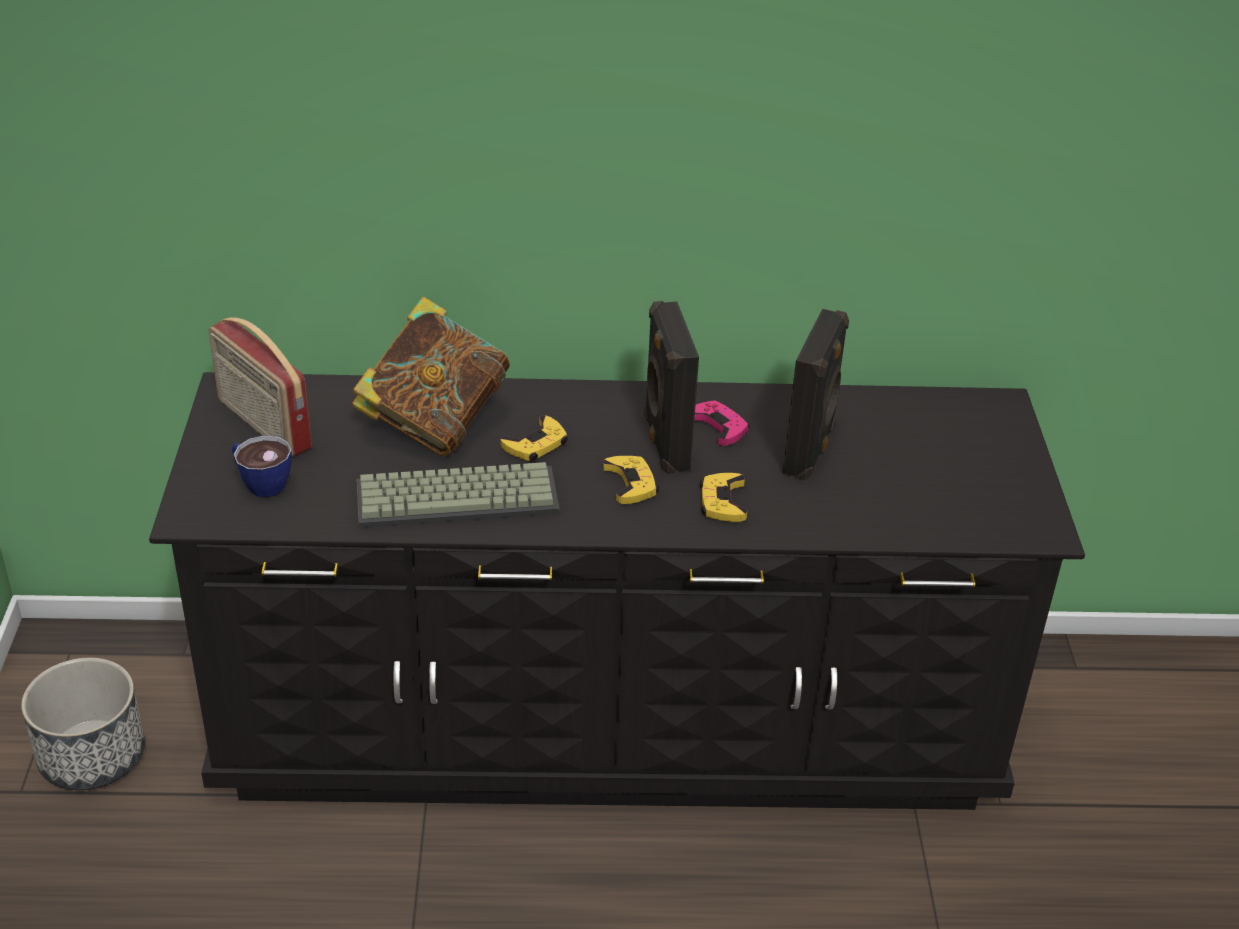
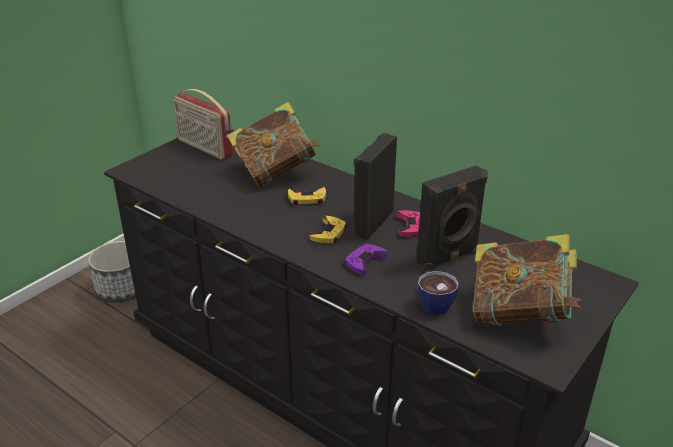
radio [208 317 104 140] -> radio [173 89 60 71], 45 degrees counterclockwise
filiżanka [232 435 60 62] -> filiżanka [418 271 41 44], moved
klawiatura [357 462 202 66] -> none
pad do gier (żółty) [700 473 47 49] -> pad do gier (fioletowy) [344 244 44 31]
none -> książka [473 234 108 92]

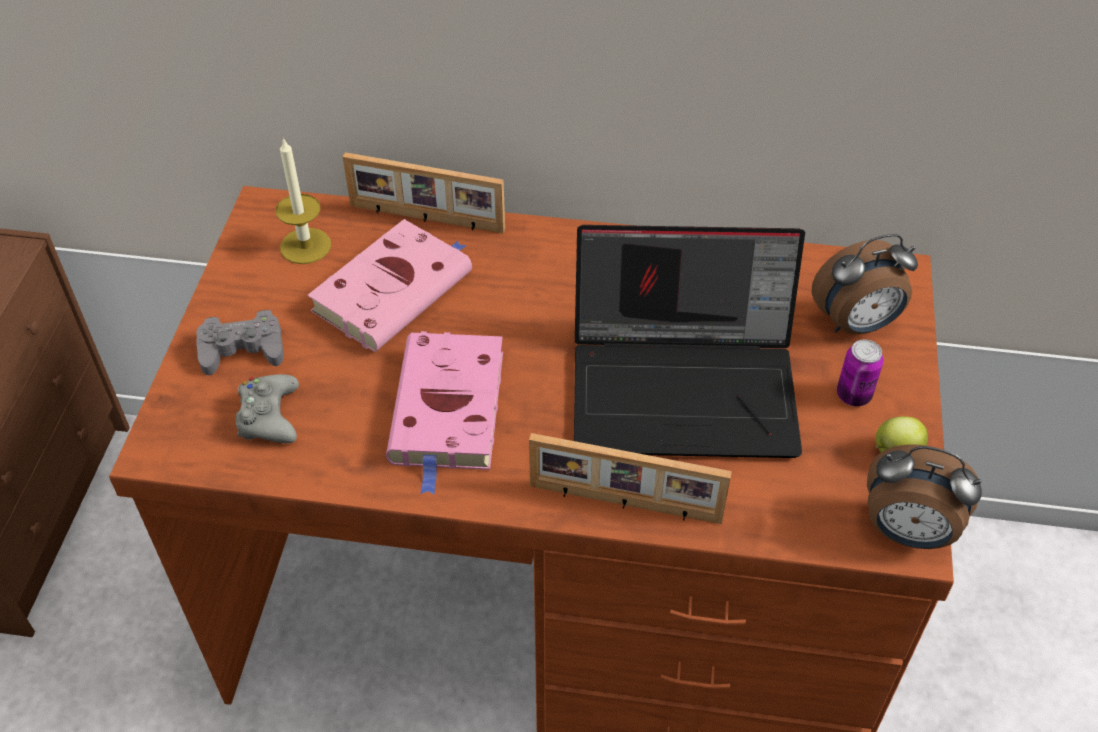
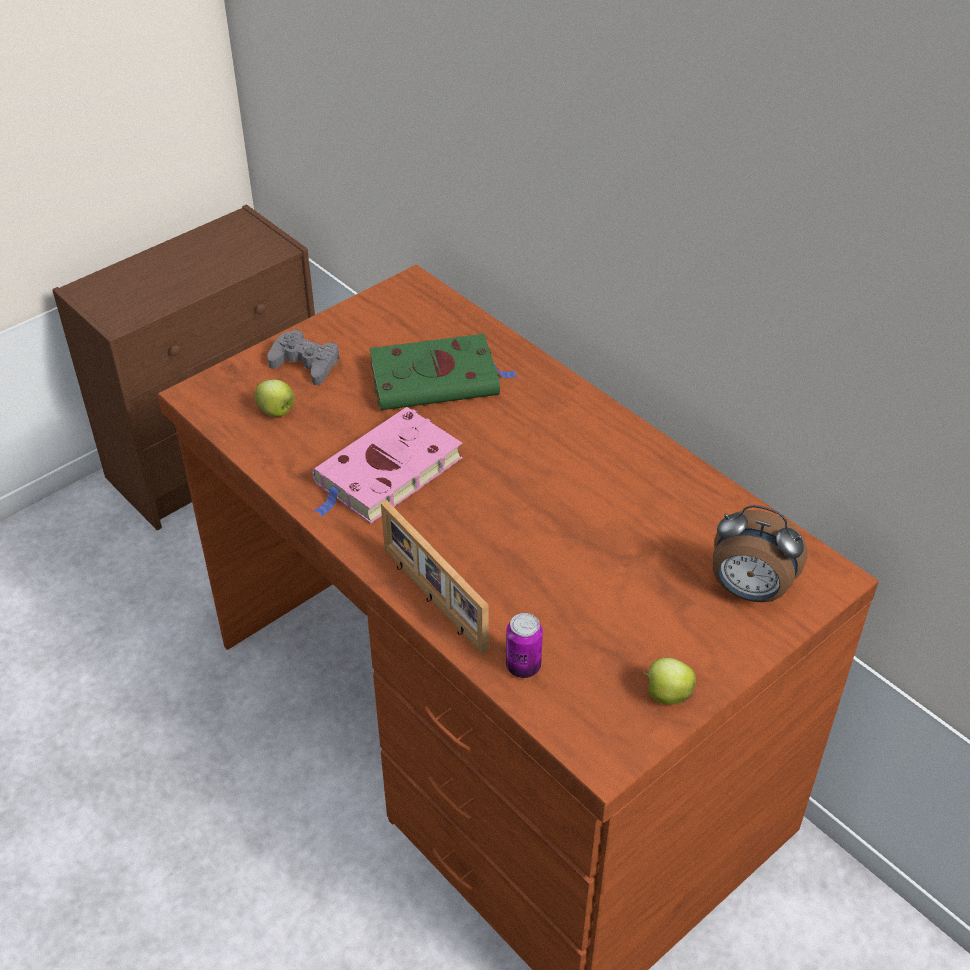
pad do gier (szary) [236 374 63 69] -> jabłko [254 380 40 37]
świeca [276 137 55 127] -> none
książka (różowy) [308 219 164 133] -> książka (zielony) [369 334 148 76]
ramka na zdjęcie [343 152 162 81] -> none
laptop [574 225 231 233] -> none
puszka [837 340 47 66] -> puszka [506 613 37 65], moved
budzik [867 444 115 105] -> none

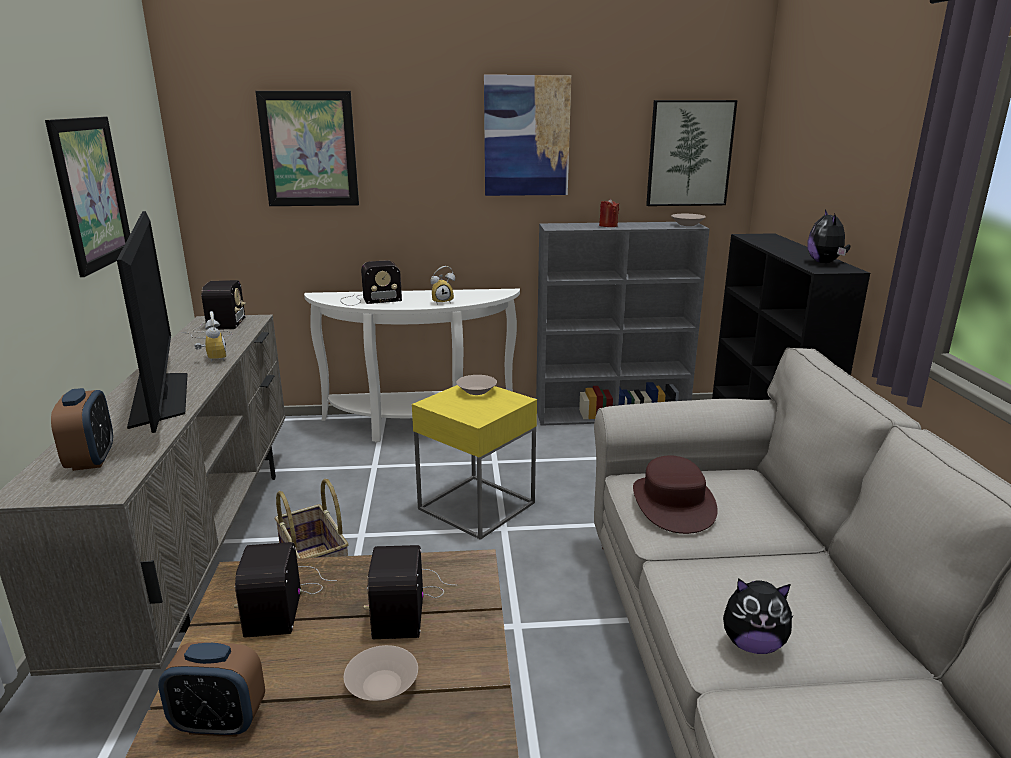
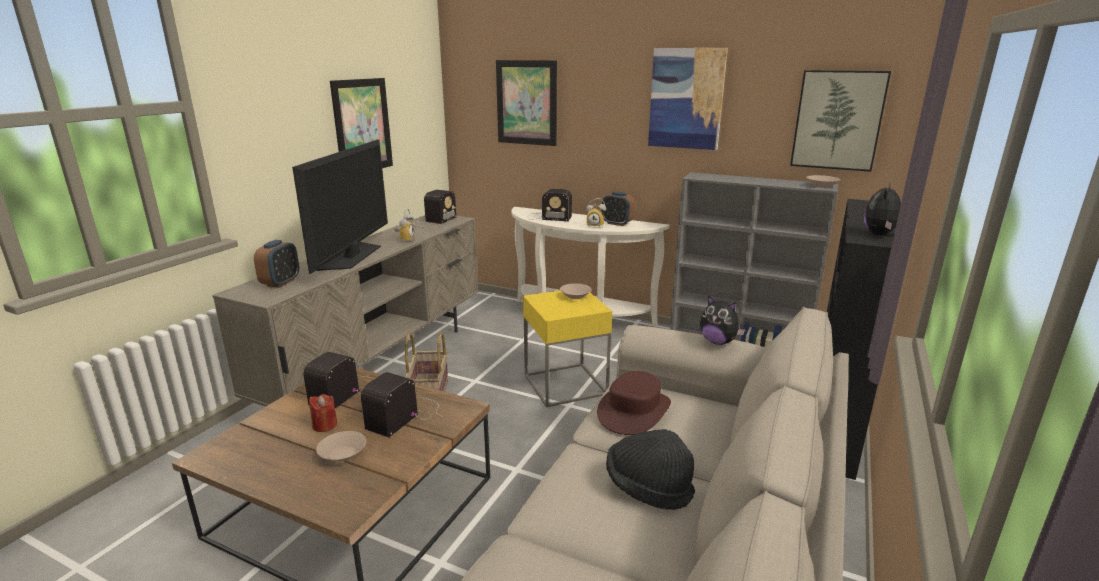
budzik [158 642 107 95] -> budzik [602 192 33 34], moved
świeca (czerwony) [599 198 20 29] -> świeca (czerwony) [309 394 28 38], moved
pluszak [723 578 70 76] -> pluszak [700 295 45 50], moved
none -> kapelusz (czarny) [606 429 89 81]

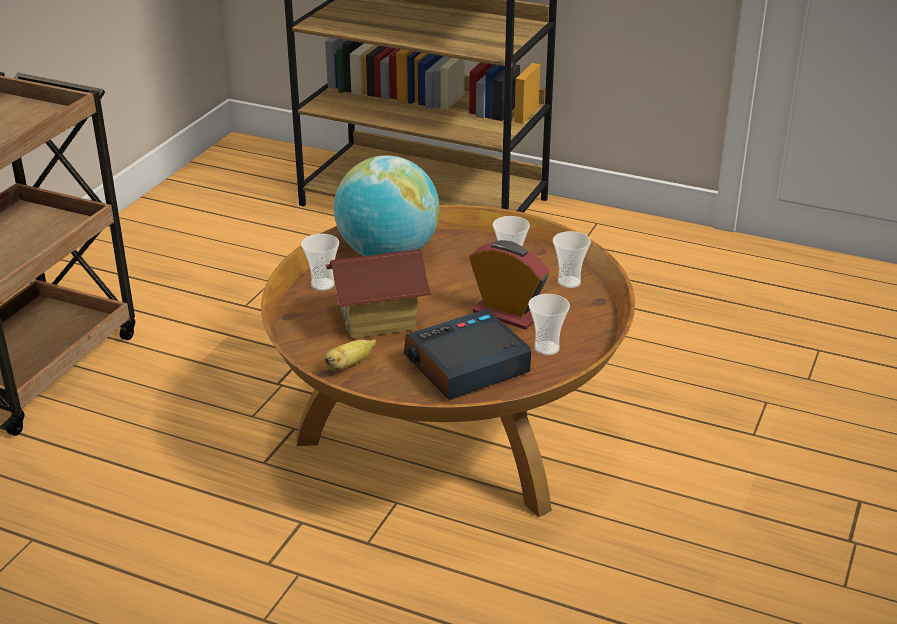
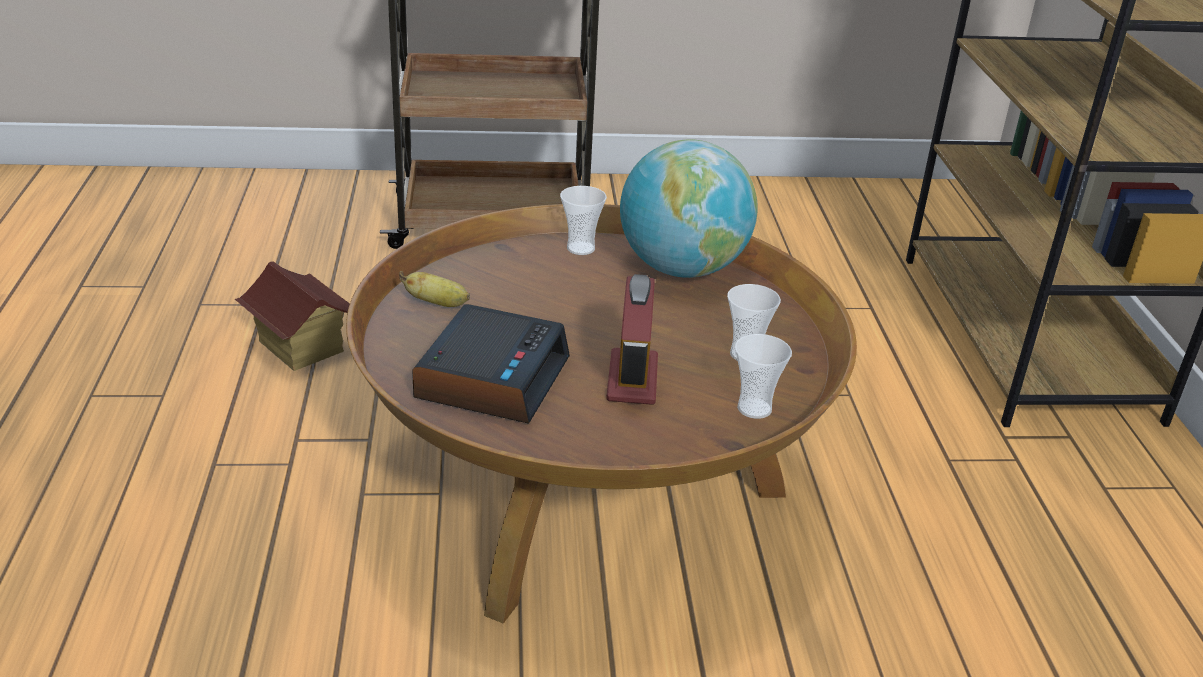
domek [326 249 105 90] -> domek [235 261 115 110], moved
budzik [404 309 127 91] -> budzik [412 304 158 119], 75 degrees clockwise
filiżanka [528 294 42 61] -> none

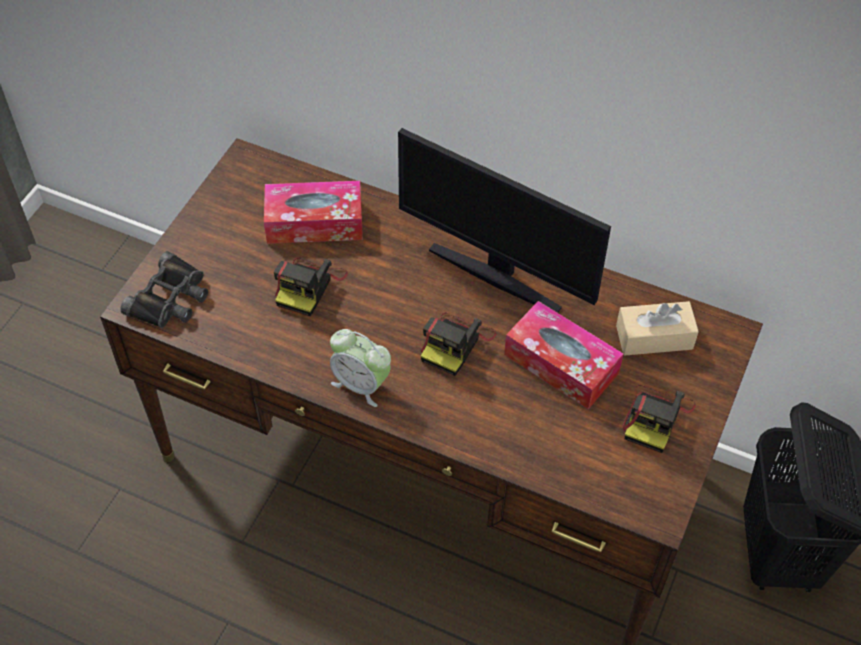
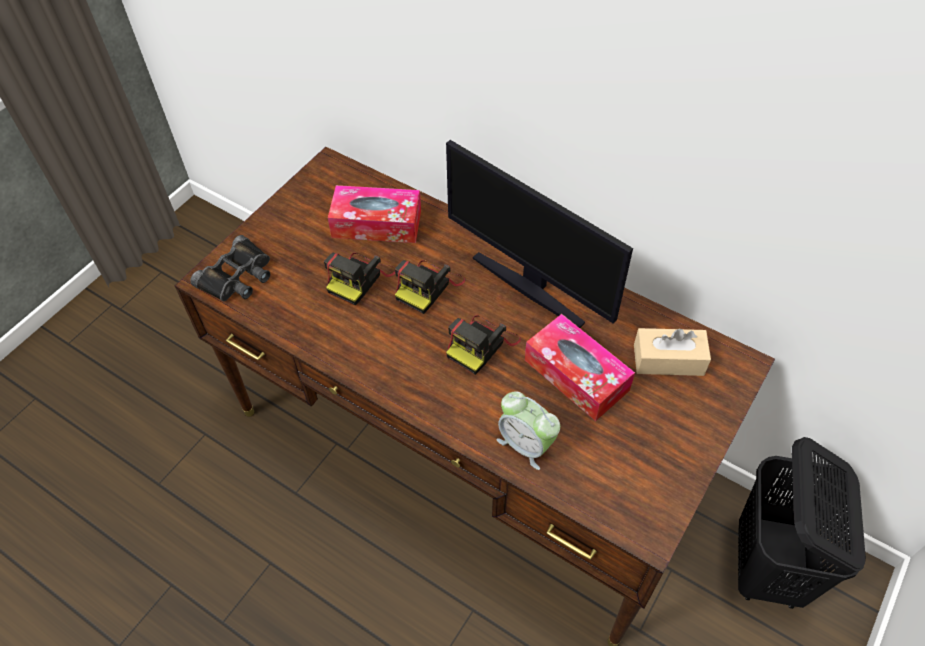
budzik [330 329 61 78] -> budzik [496 391 64 79], moved
aparat fotograficzny [622 385 74 68] -> aparat fotograficzny [395 260 70 54], moved

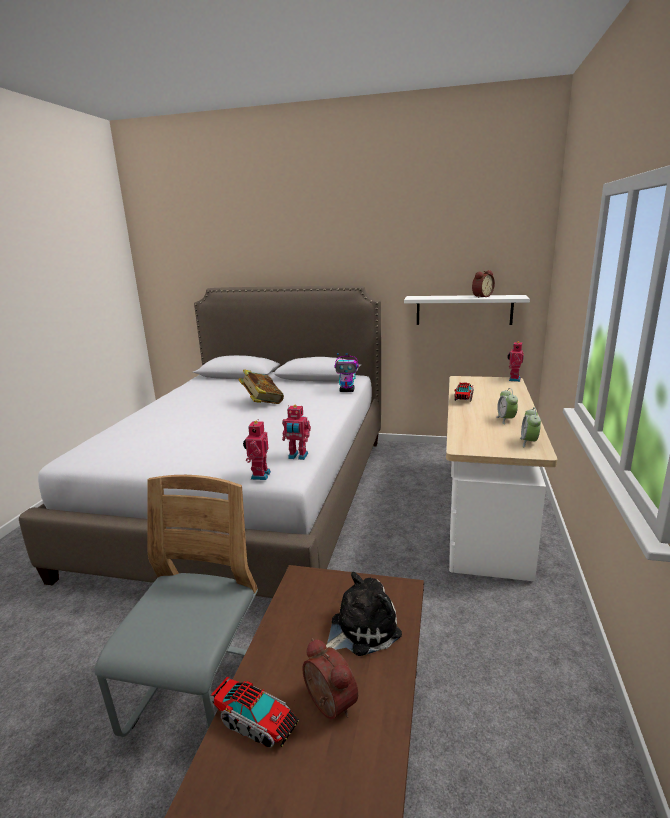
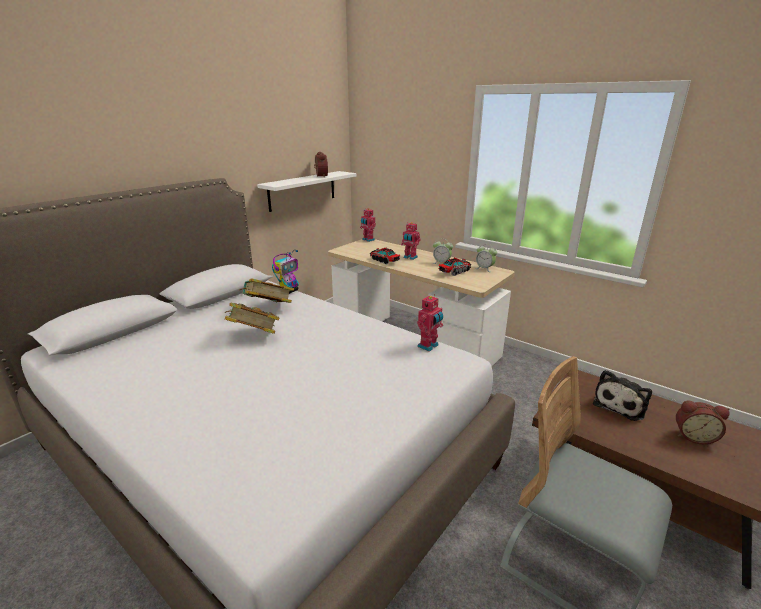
ciężarówka zabawkowa [211 677 88 71] -> ciężarówka zabawkowa [438 257 33 19], moved
robot zabawkowy [243 419 28 61] -> robot zabawkowy [401 222 20 38], moved
budzik [302 638 56 81] -> budzik [676 401 54 43], 150 degrees counterclockwise
pluszak [326 572 76 84] -> pluszak [593 370 59 51], 135 degrees counterclockwise
none -> książka [239 279 55 24]

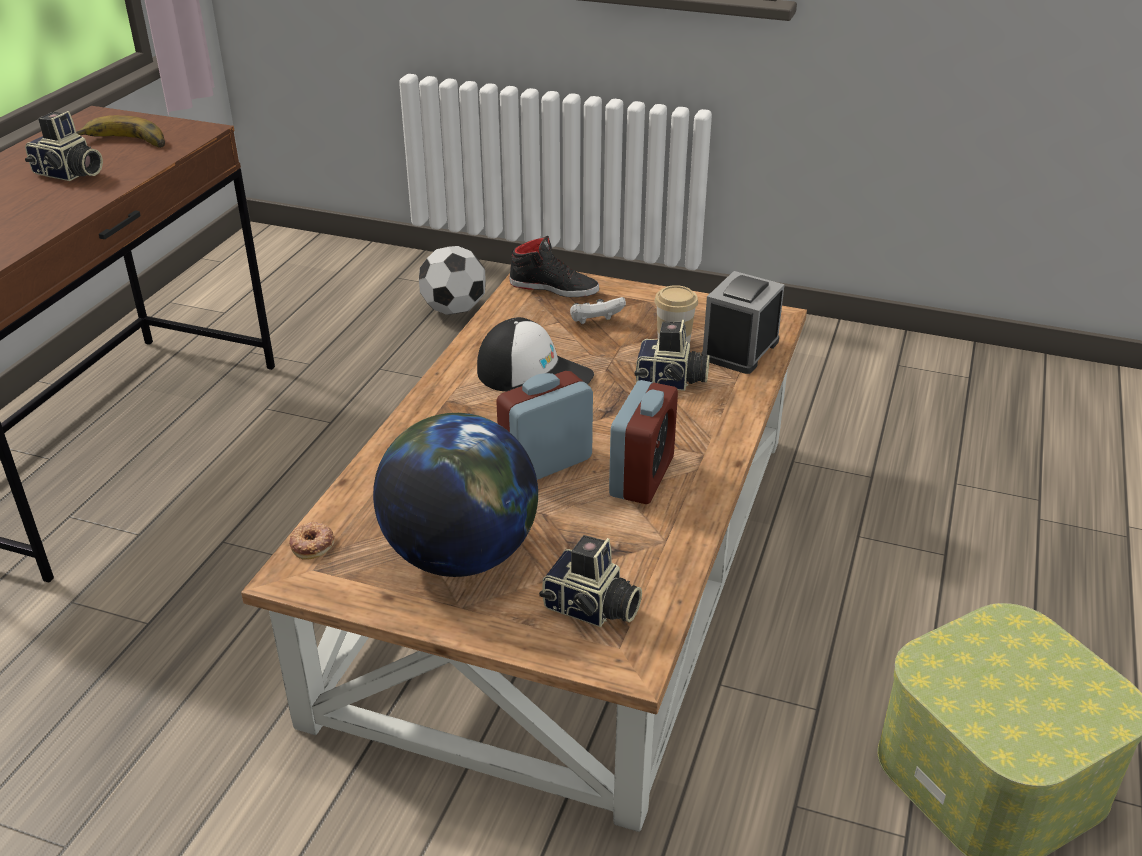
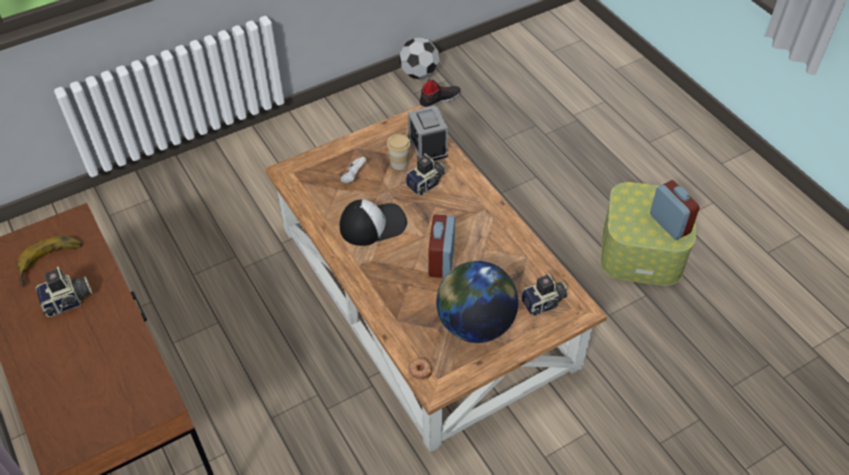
piłka futbolowa [419 246 67 69] -> piłka futbolowa [399 37 41 42], moved
but (czarny) [509 236 90 61] -> but (czarny) [420 79 41 29], moved
budzik [609 380 69 124] -> budzik [650 180 50 60], moved

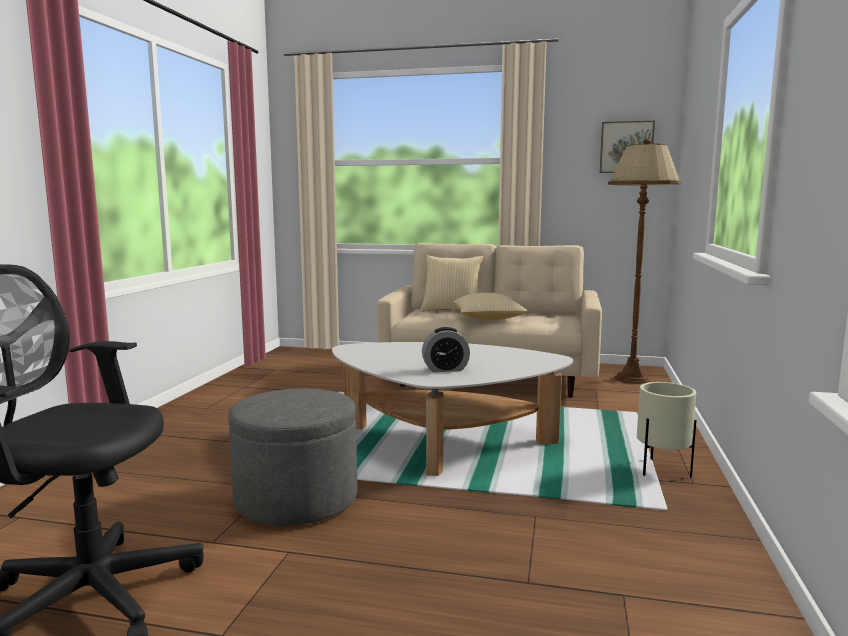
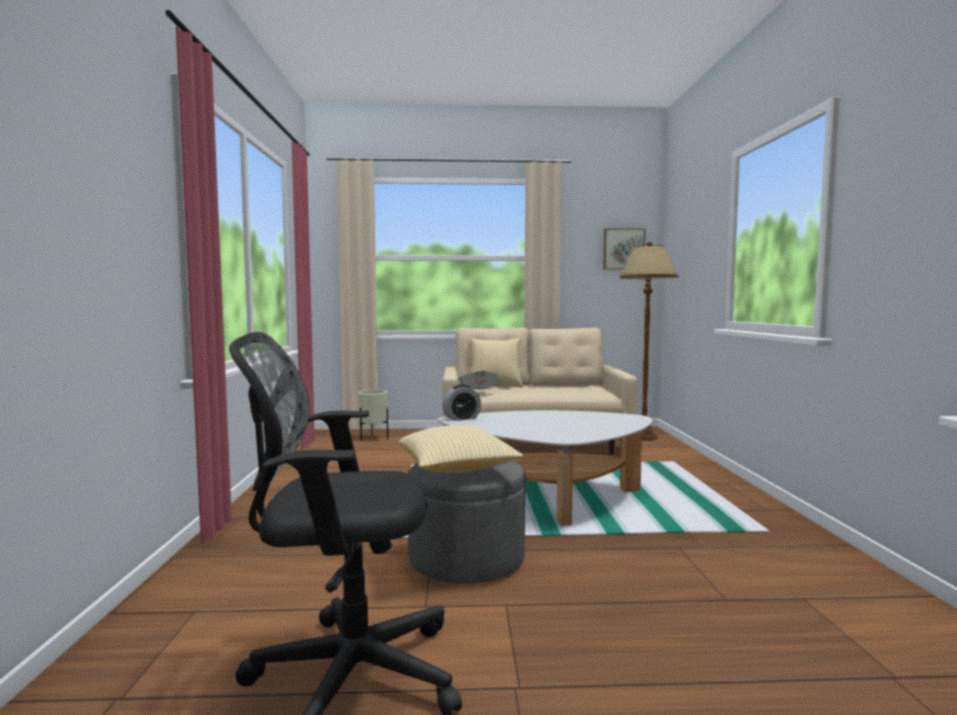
budzik [422 327 48 45] -> budzik [443 385 38 36], moved
poduszka [453 293 75 28] -> poduszka [399 425 125 48], moved
donica (beżowy) [637 382 59 95] -> donica (beżowy) [358 390 30 50], moved
none -> gazeta [459 371 41 19]

